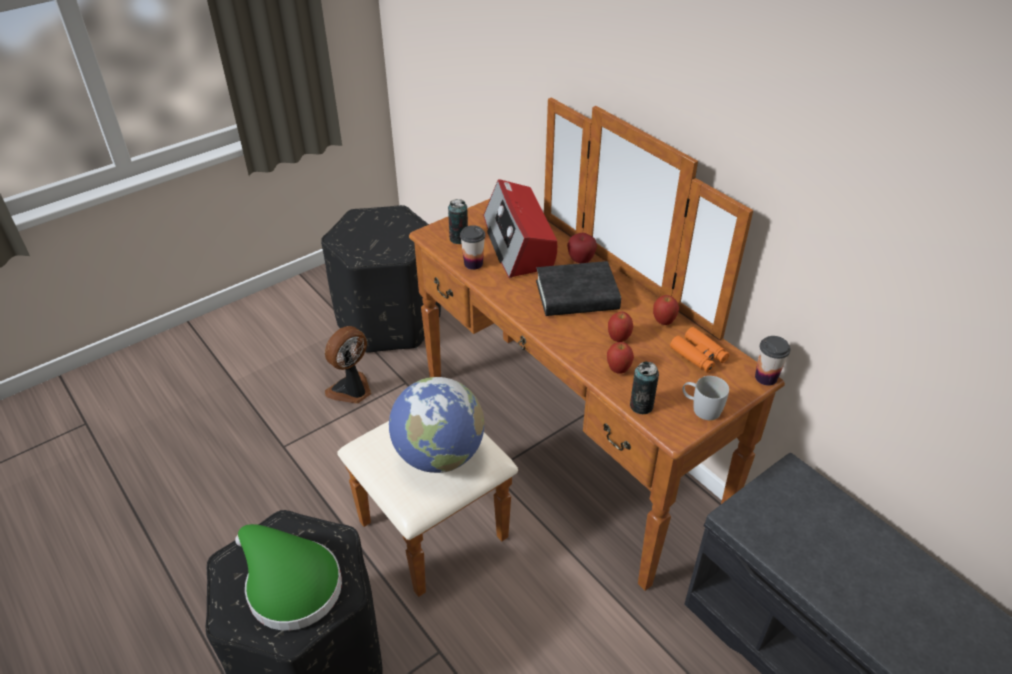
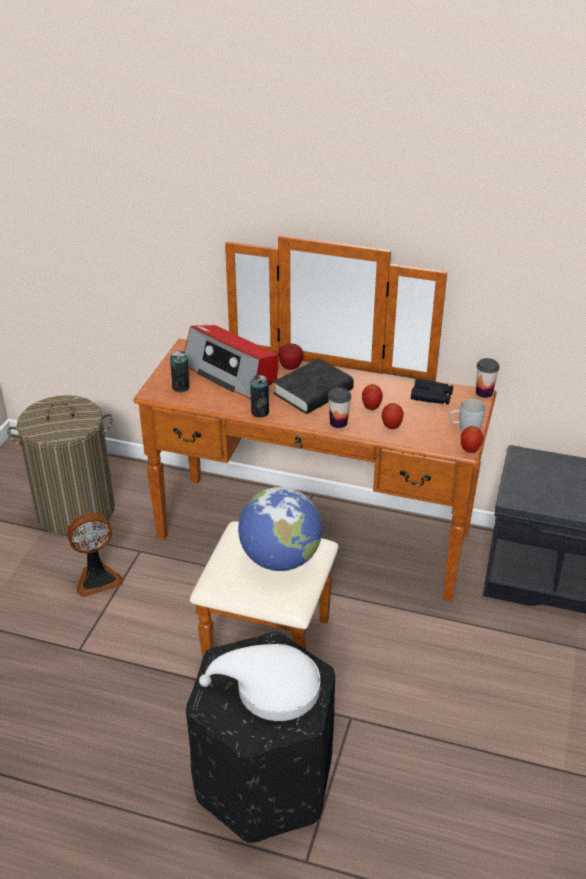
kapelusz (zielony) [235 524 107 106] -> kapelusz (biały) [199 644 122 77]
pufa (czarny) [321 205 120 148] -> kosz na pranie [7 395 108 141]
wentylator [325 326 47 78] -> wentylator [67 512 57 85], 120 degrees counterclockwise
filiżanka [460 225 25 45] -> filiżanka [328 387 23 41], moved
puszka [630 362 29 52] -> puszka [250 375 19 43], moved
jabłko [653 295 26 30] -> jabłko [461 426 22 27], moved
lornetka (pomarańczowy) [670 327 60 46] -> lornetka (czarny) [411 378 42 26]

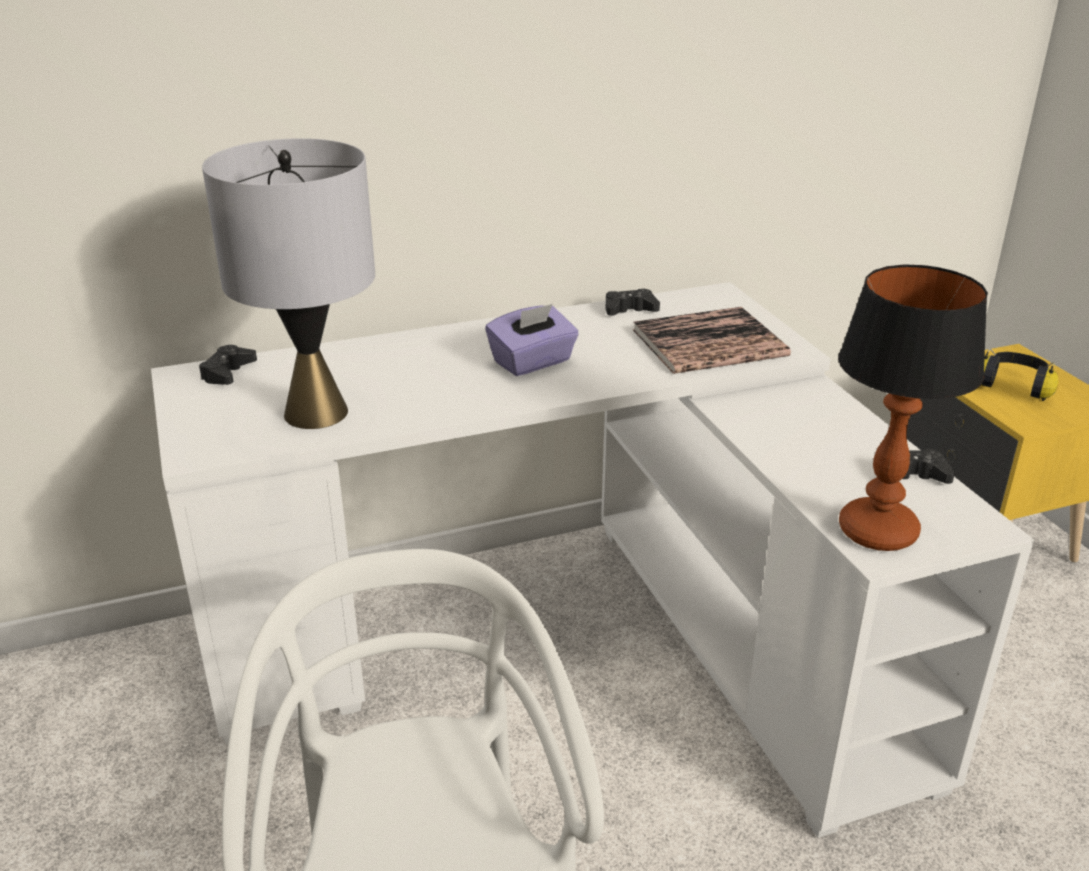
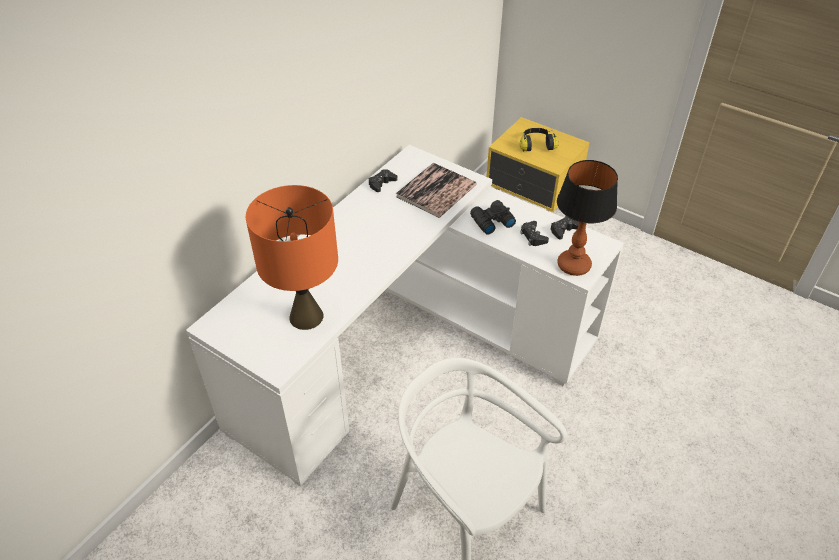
pad do gier (czarny) [199 345 58 40] -> pad do gier (czarny) [520 221 29 25], moved
lampa stołowa (szary) [202 138 173 291] -> lampa stołowa (pomarańczowy) [246 185 92 145]
pudełko chusteczek (fioletowy) [485 304 94 72] -> none
none -> lornetka (czarny) [470 200 46 35]

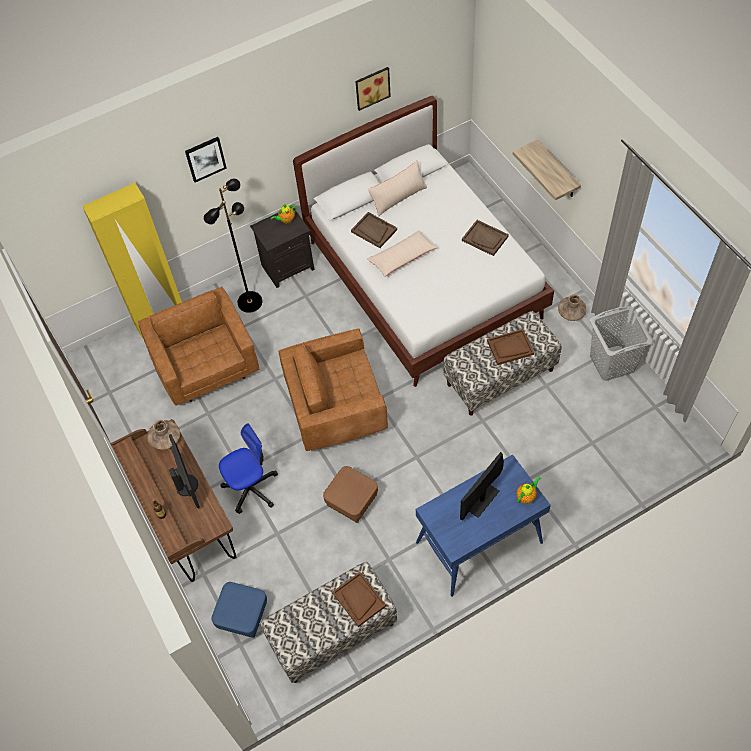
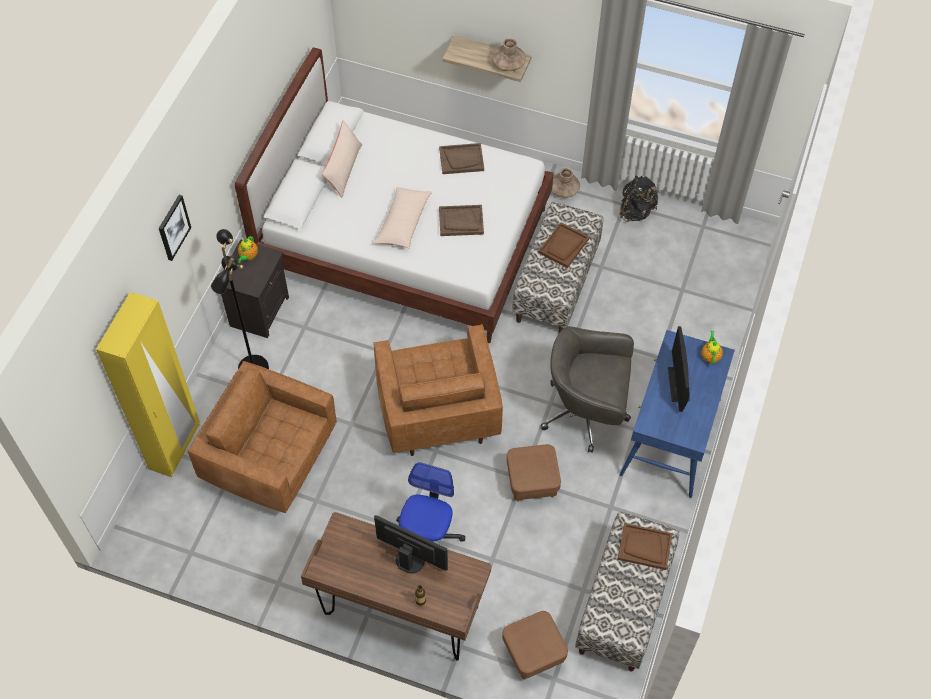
wazon (brązowy) [147 420 33 30] -> wazon (brązowy) [492 39 34 32], moved
pufa (niebieski) [211 582 56 56] -> pufa (brązowy) [502 611 66 69]
fotel (brązowy) [278 328 110 123] -> fotel (brązowy) [374 324 129 132], 45 degrees counterclockwise
taca (brązowy) [351 212 46 36] -> taca (brązowy) [439 205 45 31], moved
obraz [355 67 36 44] -> none
kosz na pranie (szary) [590 306 63 75] -> plecak (czarny) [620 176 39 46]
none -> krzesło biurowe (szary) [541 326 93 127]

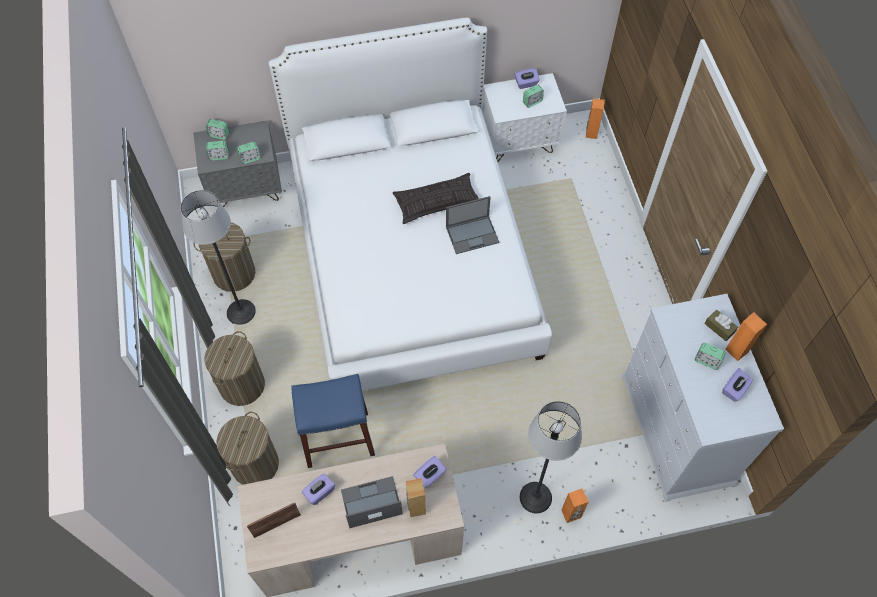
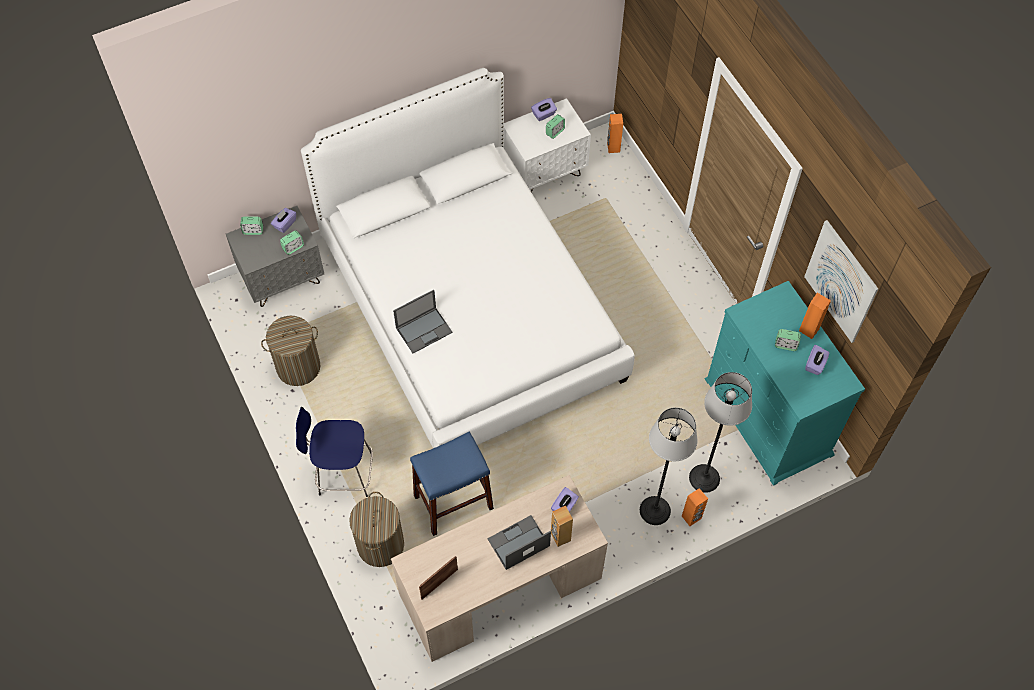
lampa stojąca [180 190 76 135] -> lampa stojąca [689 372 63 121], moved
kosz na pranie [205 331 60 75] -> stołek (niebieski) [296 407 77 90]
budzik [206 141 23 20] -> none
pudełko chusteczek (fioletowy) [302 474 33 31] -> pudełko chusteczek (fioletowy) [271 208 25 25], moved
poduszka [393 173 86 51] -> none
laptop [446 196 53 58] -> laptop [393 290 60 63], moved
komoda (biały) [622 294 162 208] -> komoda (turkusowy) [705 281 160 205]
pudełko chusteczek (brązowy) [704 310 34 31] -> none
none -> obraz [804 220 74 123]

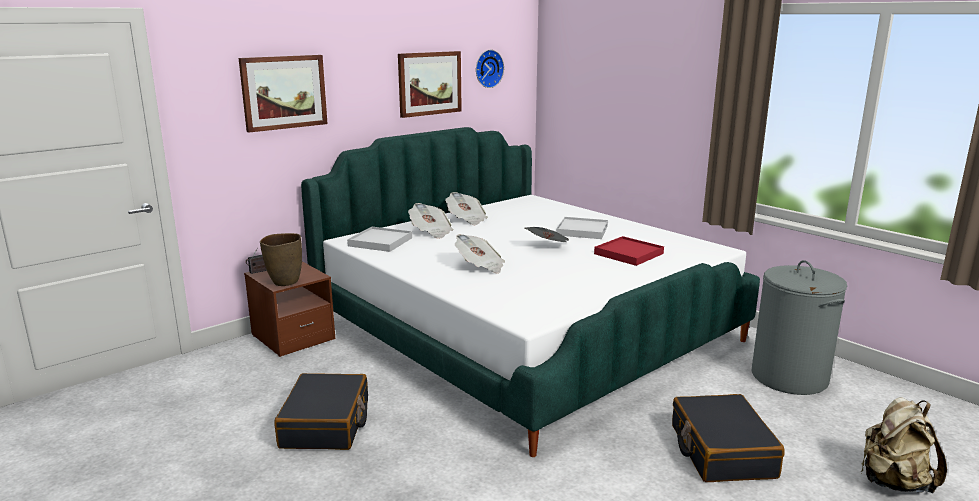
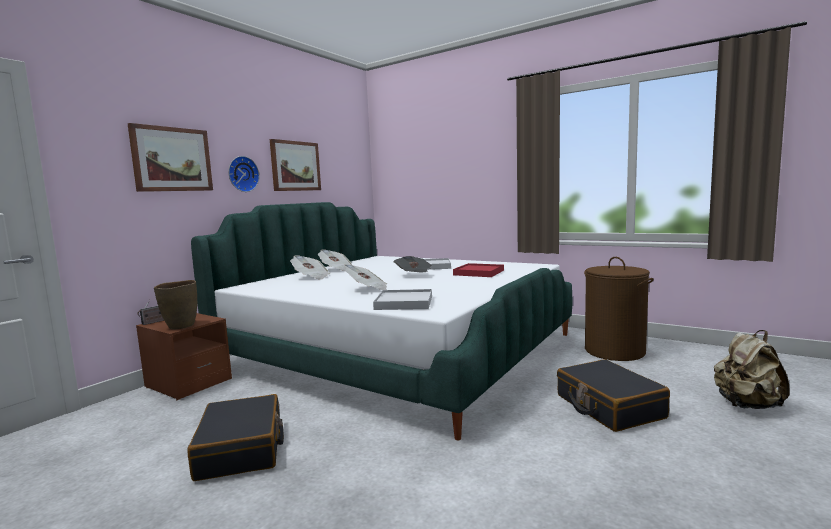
taca (biały) [347 227 65 25] -> taca (biały) [373 289 59 21], moved
zegar ścienny [476 50 28 38] -> zegar ścienny [228 156 32 36], moved
kosz na pranie (szary) [752 260 96 135] -> kosz na pranie (brązowy) [584 257 70 104]

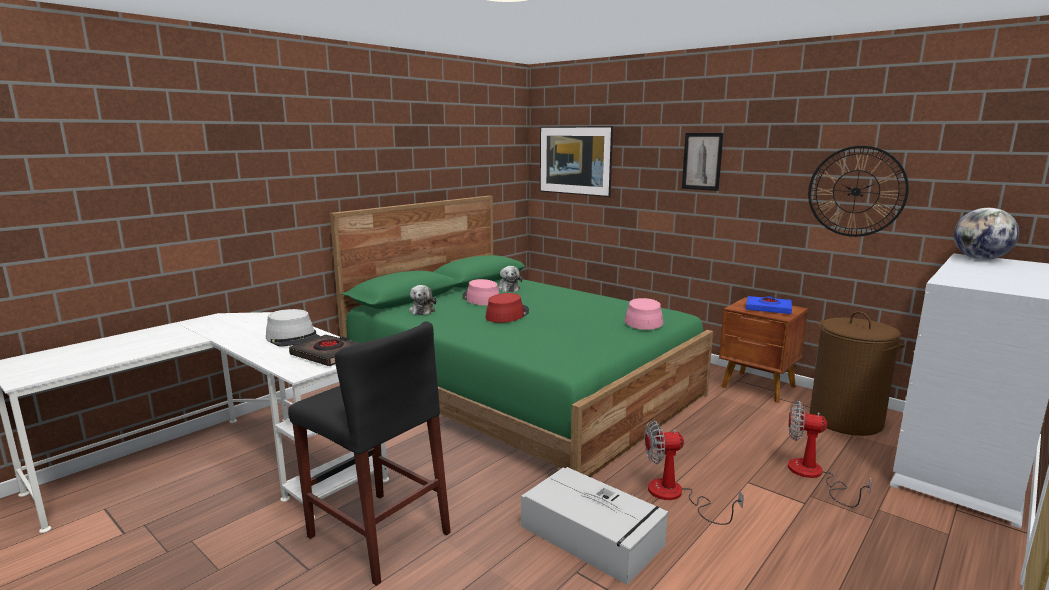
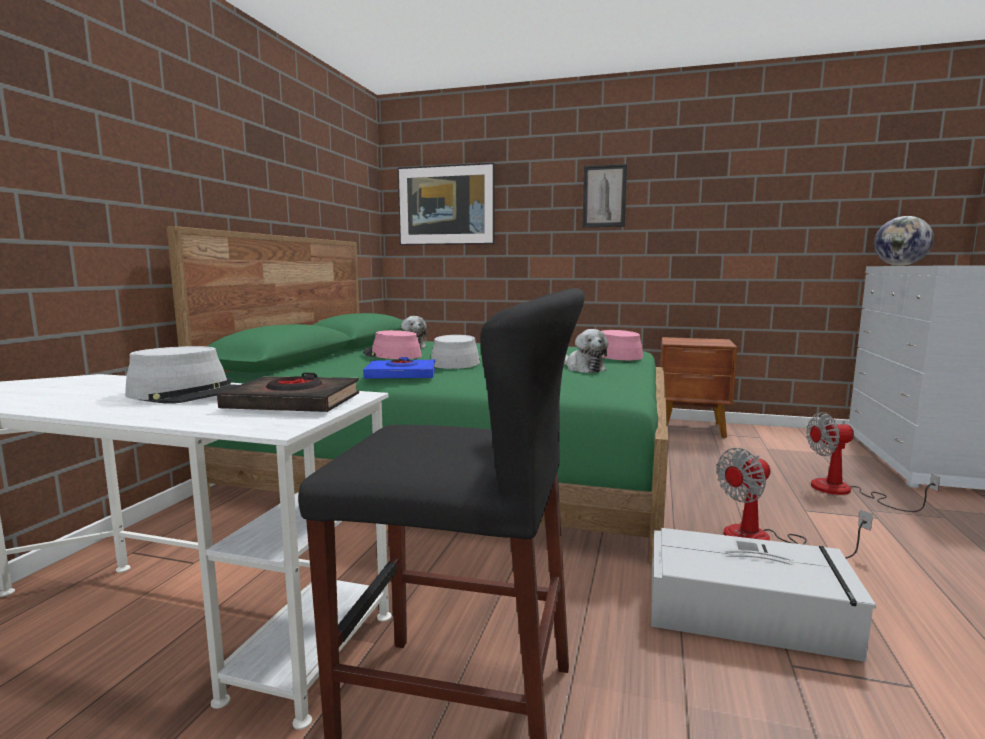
pluszak [409 285 28 30] -> pluszak [564 329 44 44], moved
kapelusz (czerwony) [486 293 43 30] -> kapelusz (szary) [431 335 49 34]
książka (niebieski) [746 296 46 18] -> książka (niebieski) [363 357 73 22], moved
zegar ścienny [808 146 101 91] -> none
kosz na pranie (brązowy) [809 311 96 125] -> none

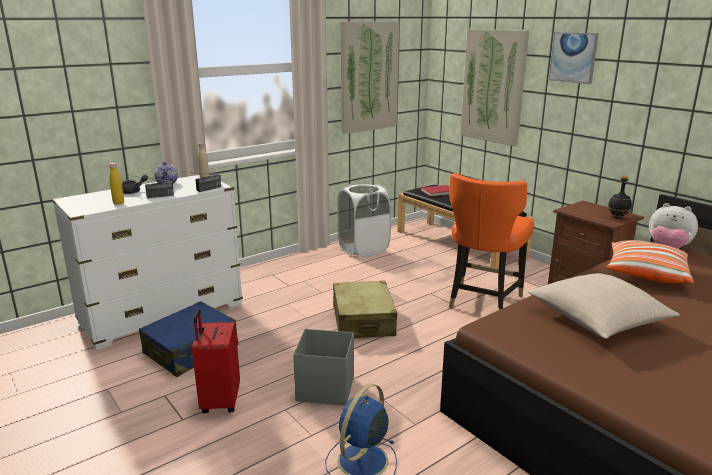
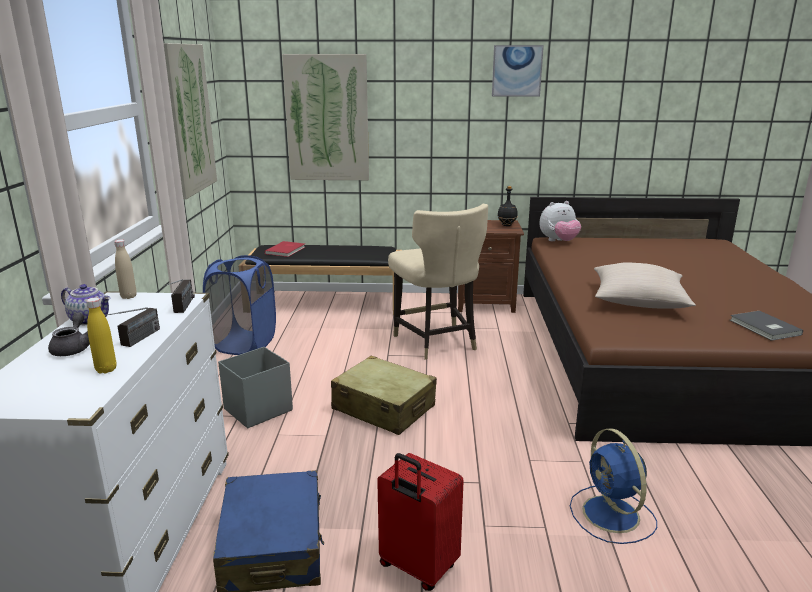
pojemnik do przechowywania (szary) [293 329 61 77] -> pojemnik do przechowywania (szary) [218 347 75 81], moved
kosz na pranie (biały) [337 182 54 75] -> kosz na pranie (niebieski) [203 255 73 100]
krzesło (pomarańczowy) [449 173 85 137] -> krzesło (beżowy) [388 204 100 156]
obraz [549 32 50 52] -> obraz [492 45 52 52], moved
poduszka [606 240 88 44] -> none
none -> książka (szary) [730 311 73 30]

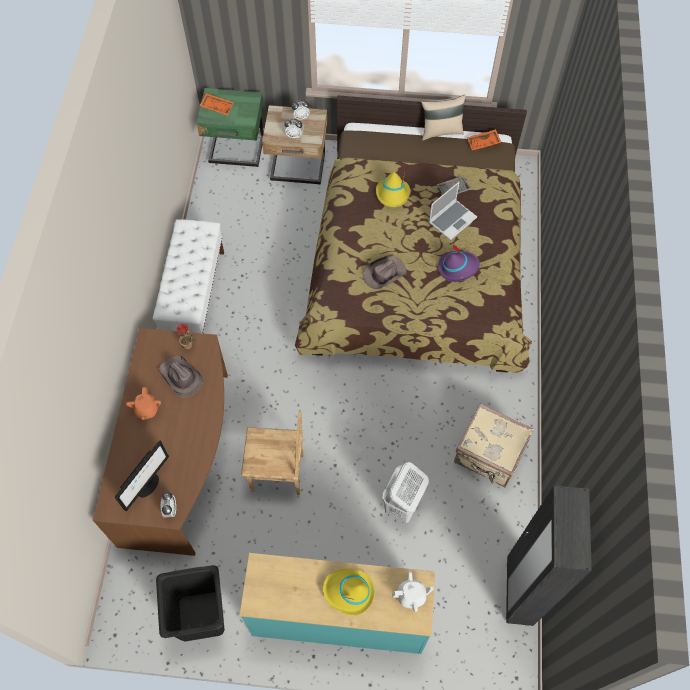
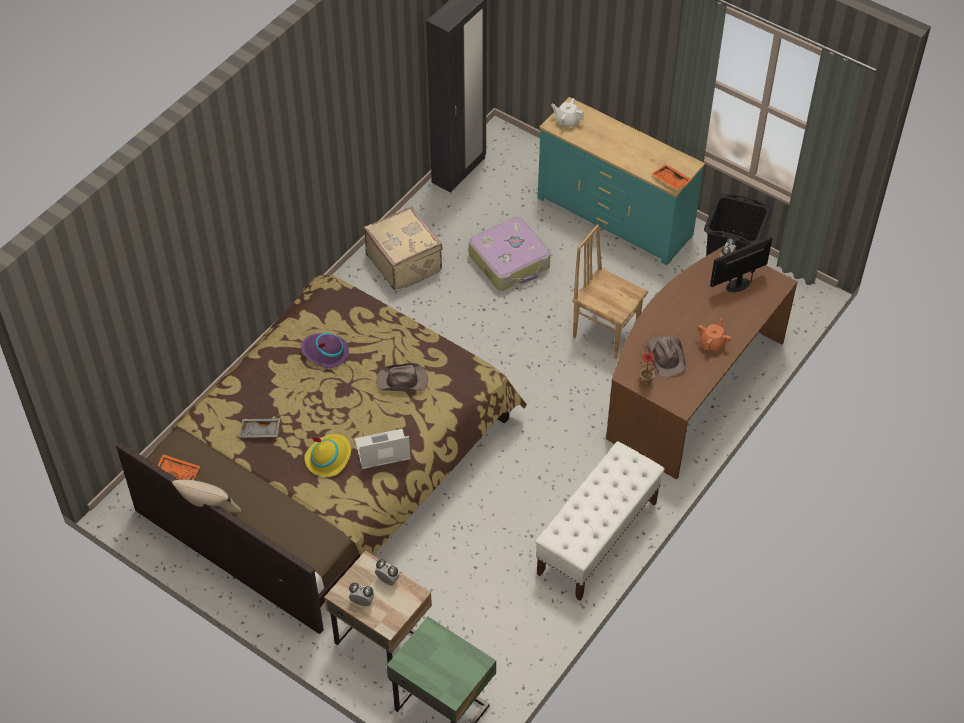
taca (pomarańczowy) [200 93 34 22] -> taca (pomarańczowy) [652 164 40 26], moved
kapelusz (żółty) [323 569 52 46] -> none
kosz na pranie (biały) [383 462 46 61] -> walizka [469 217 82 74]
laptop [429 182 48 58] -> laptop [355 429 56 40], moved

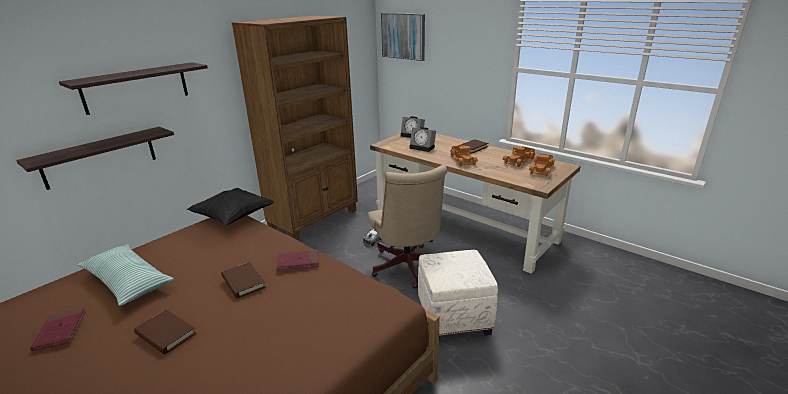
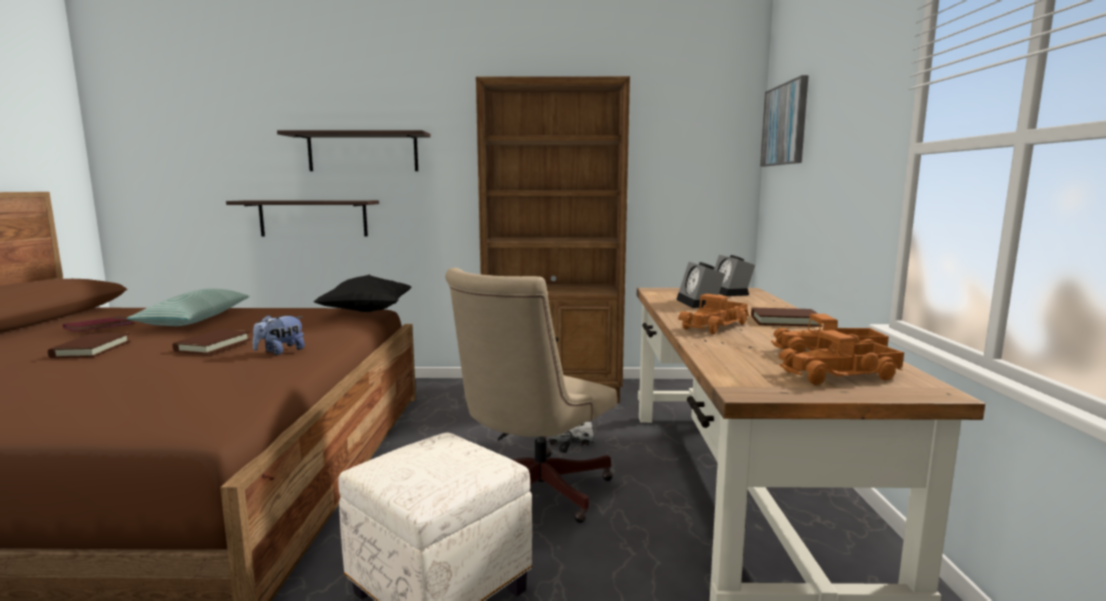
książka (czerwony) [277 250 42 20] -> pluszak [253 315 52 40]

